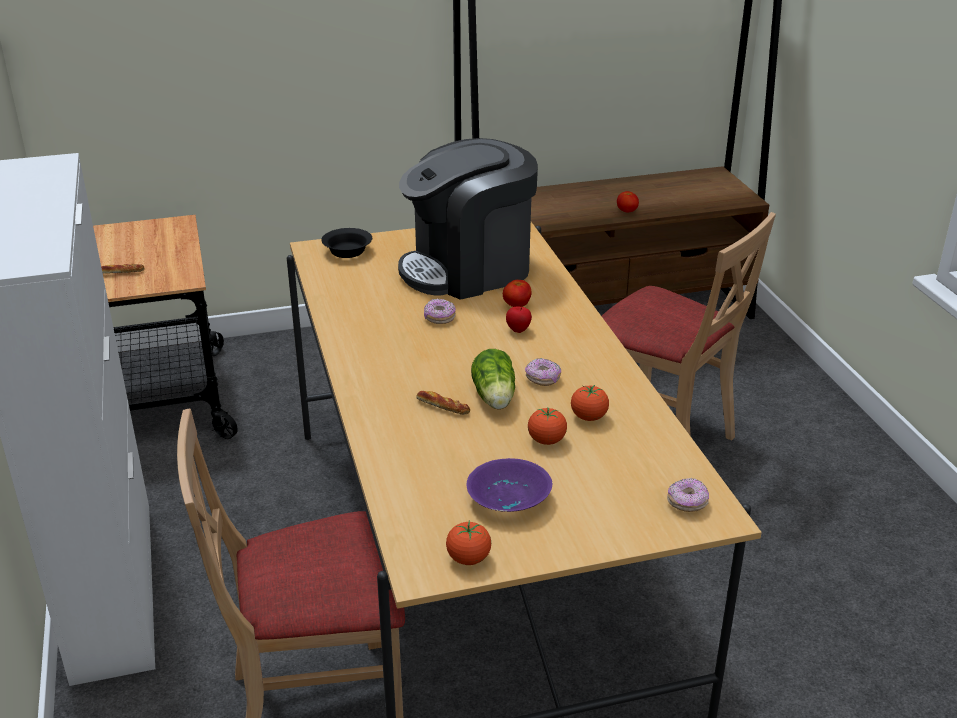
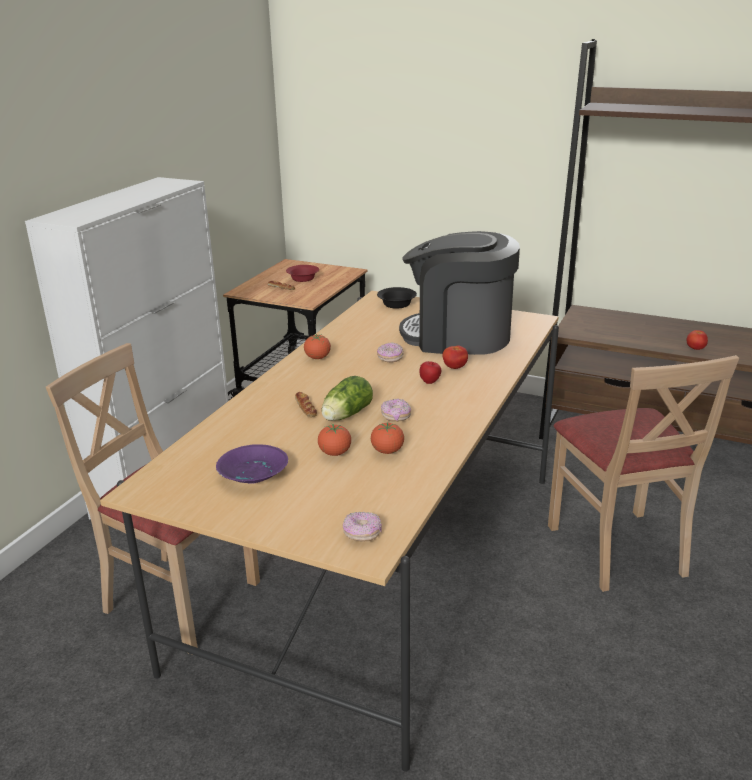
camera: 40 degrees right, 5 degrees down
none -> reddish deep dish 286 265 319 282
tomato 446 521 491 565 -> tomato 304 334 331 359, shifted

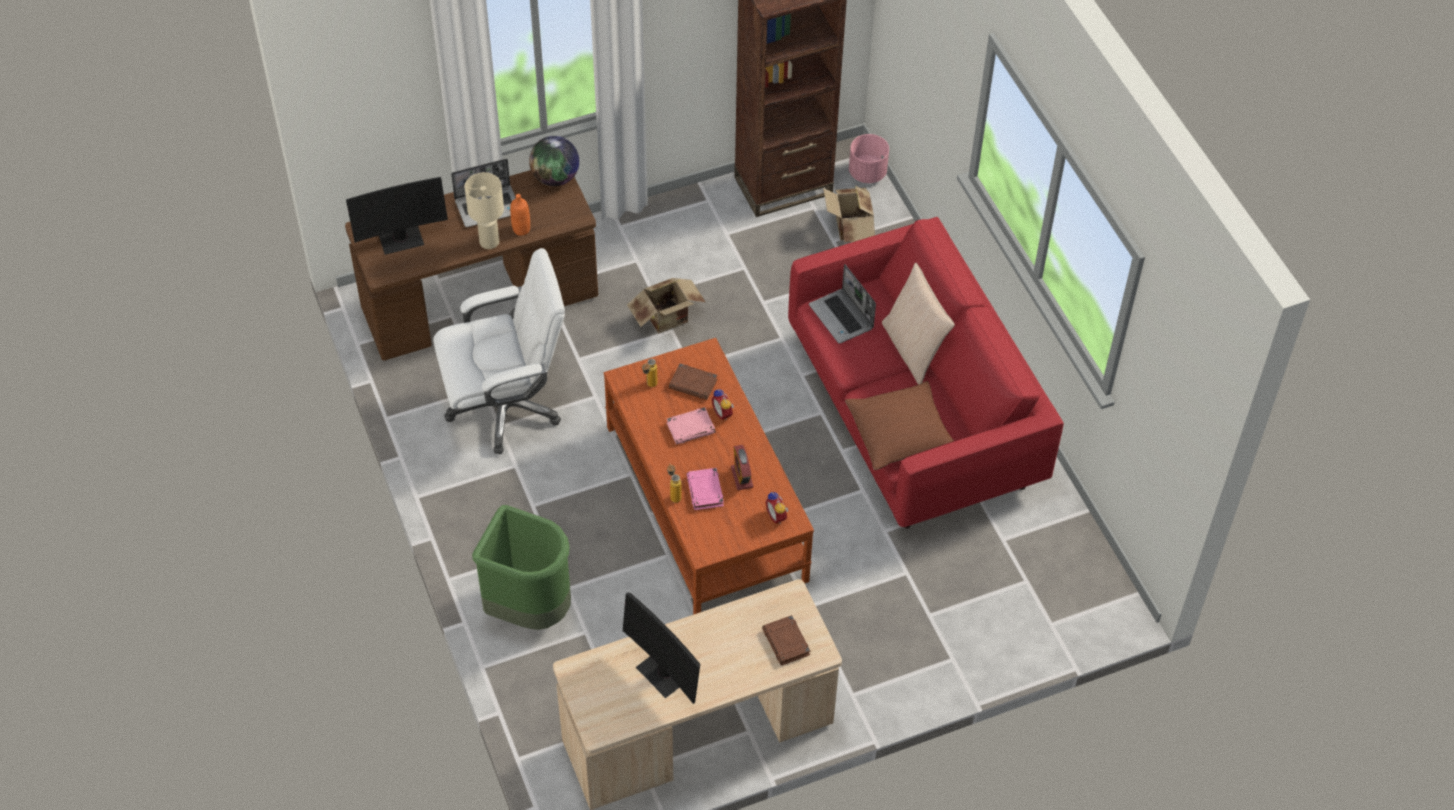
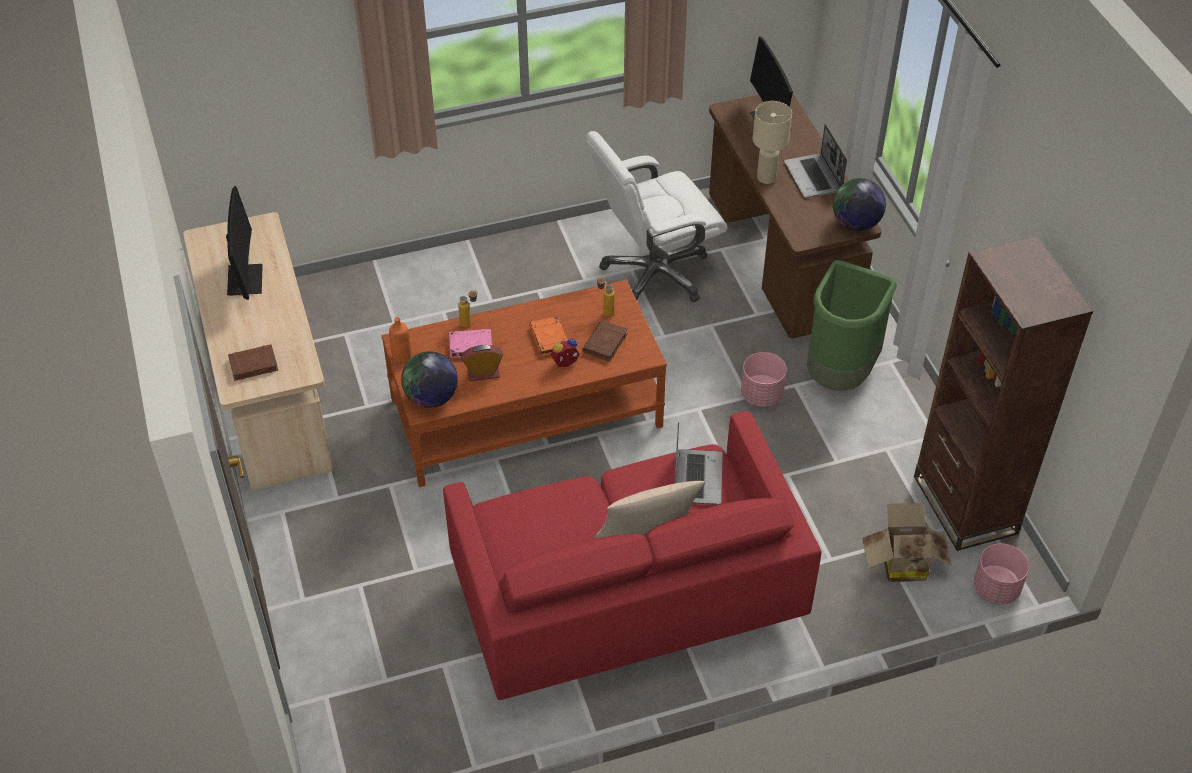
camera: 95 degrees right, 5 degrees down
brown-coloured throw pillow 845 381 954 470 -> none
green-coloured rubbish bin 472 505 571 630 -> green-coloured rubbish bin 807 260 897 390, shifted
orangey beverage bottle 510 194 530 236 -> orangey beverage bottle 389 317 411 363, shifted
cardboard box 627 278 705 333 -> pink-coloured flower pot 741 352 787 407
bedside clock 765 492 789 524 -> world globe 401 351 458 408
pink-coloured bound book 666 407 716 445 -> orangey bound book 529 316 568 356
white-coloured office chair 433 248 565 454 -> white-coloured office chair 586 131 727 302, 75 degrees clockwise
computer screen 623 593 700 704 -> computer screen 226 186 263 300, 120 degrees clockwise
laptop 809 264 876 344 -> laptop 675 422 723 505, 120 degrees clockwise

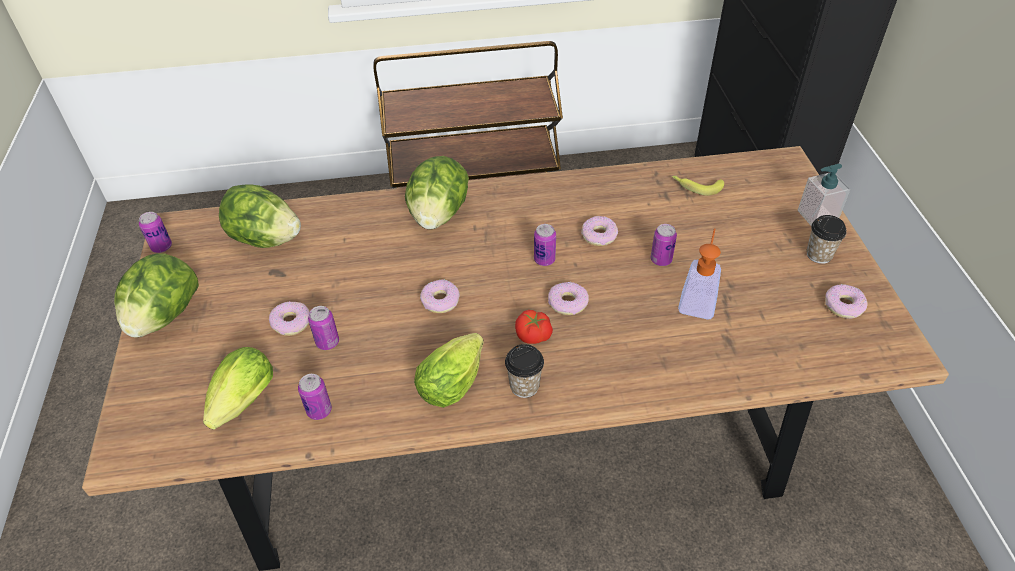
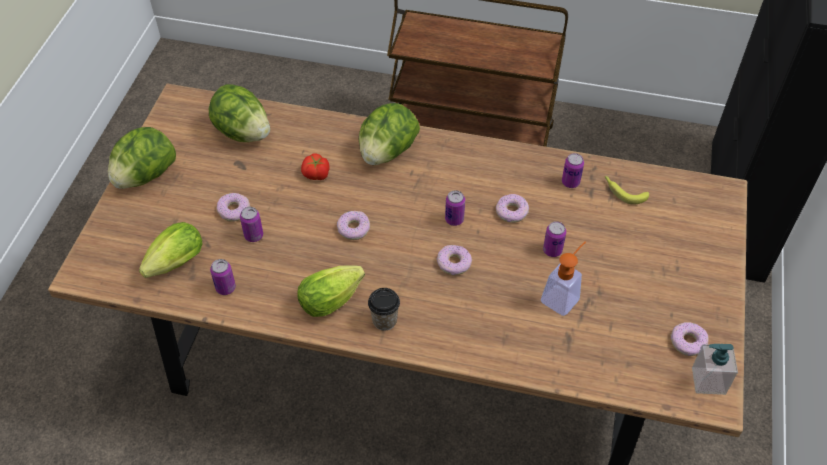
camera: 20 degrees right, 5 degrees up
drinking cup 806 215 846 264 -> none
sealed can 139 212 172 253 -> sealed can 562 153 584 188, shifted
tomato 515 310 553 344 -> tomato 301 154 330 180, shifted
soap dispenser 798 164 850 225 -> soap dispenser 692 344 738 395, shifted

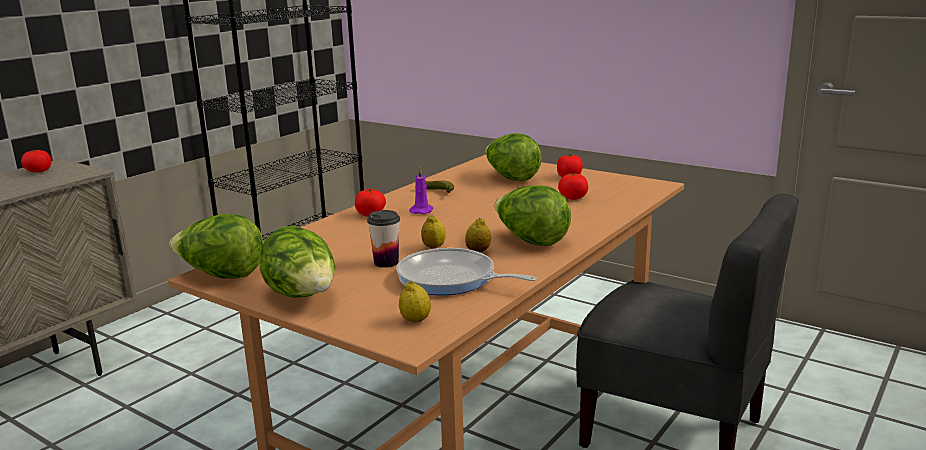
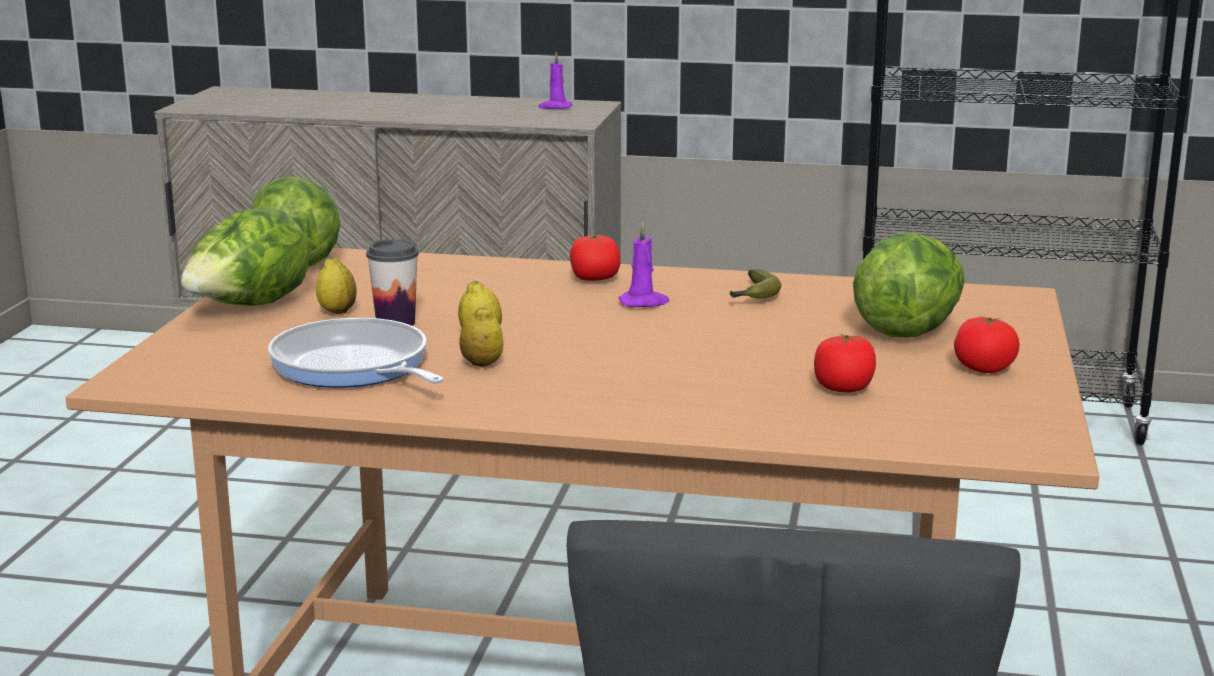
camera: 65 degrees right, 0 degrees up
lettuce 495 185 571 246 -> none
citrus fruit 399 282 431 322 -> citrus fruit 316 257 357 314, shifted
tomato 21 150 52 173 -> purplish wax light 538 52 573 109
skillet 396 248 537 295 -> skillet 268 318 444 388, 45 degrees counterclockwise

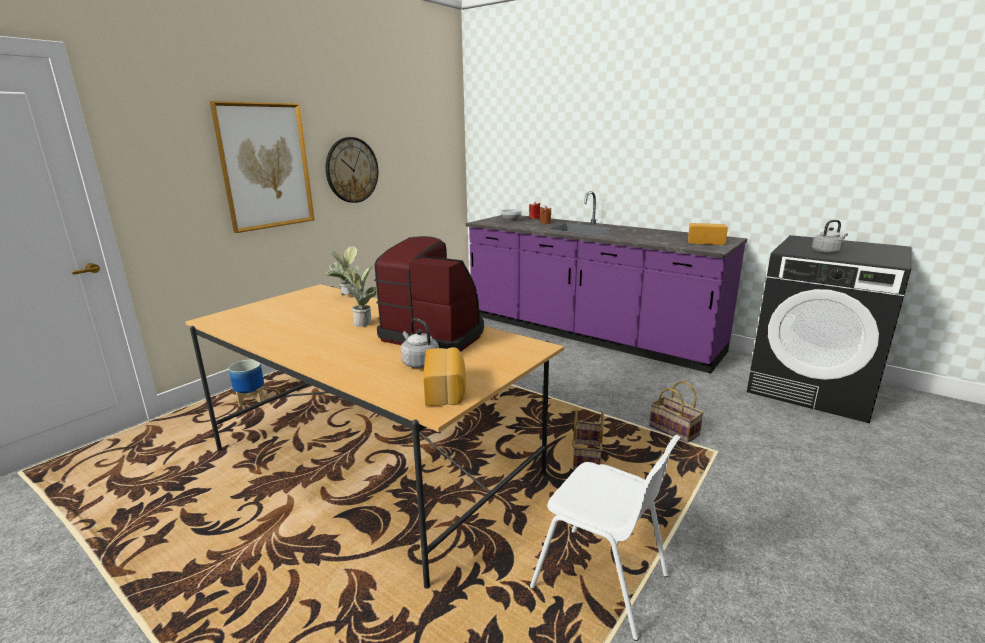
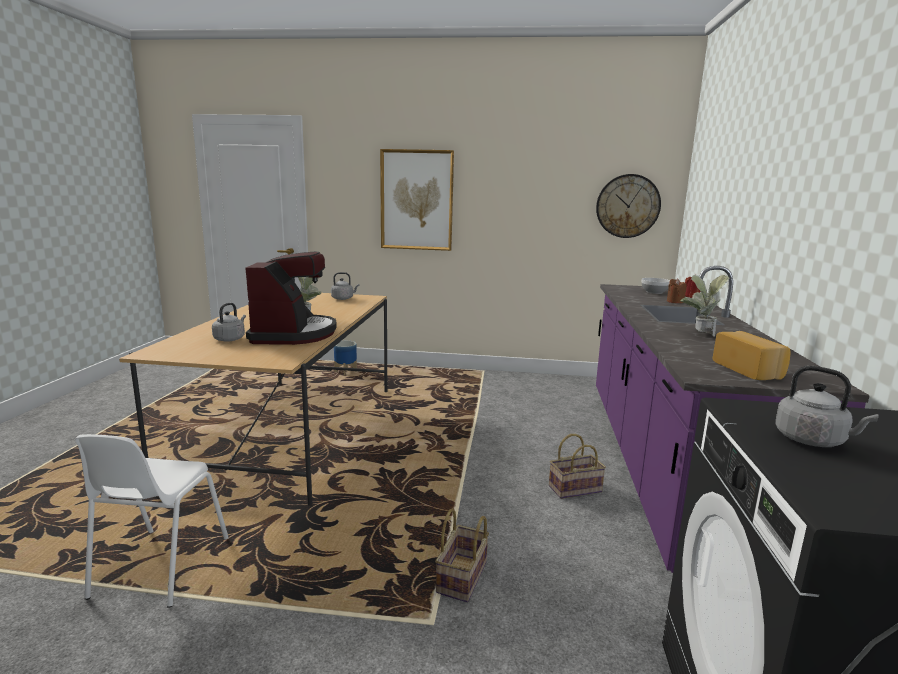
camera: 60 degrees right, 5 degrees down
bread 423 347 466 406 -> none
none -> gray tea kettle 331 272 359 300
wall clock 325 137 378 203 -> wall clock 596 174 661 238, shifted
potted plant 326 246 359 295 -> potted plant 681 275 730 337, shifted
basket 573 408 604 471 -> basket 549 434 606 499, shifted

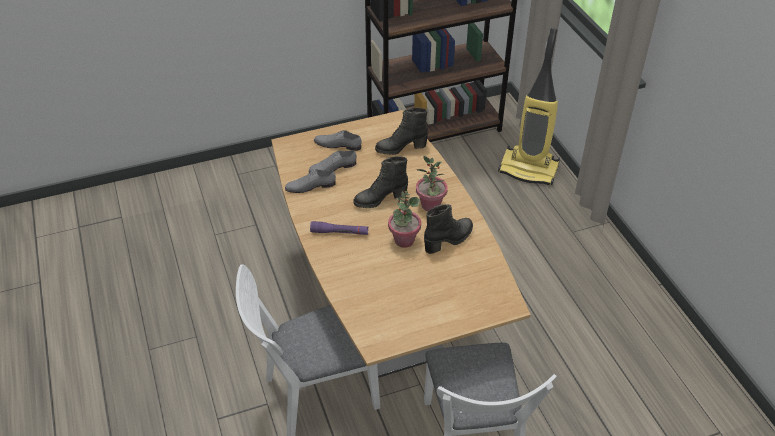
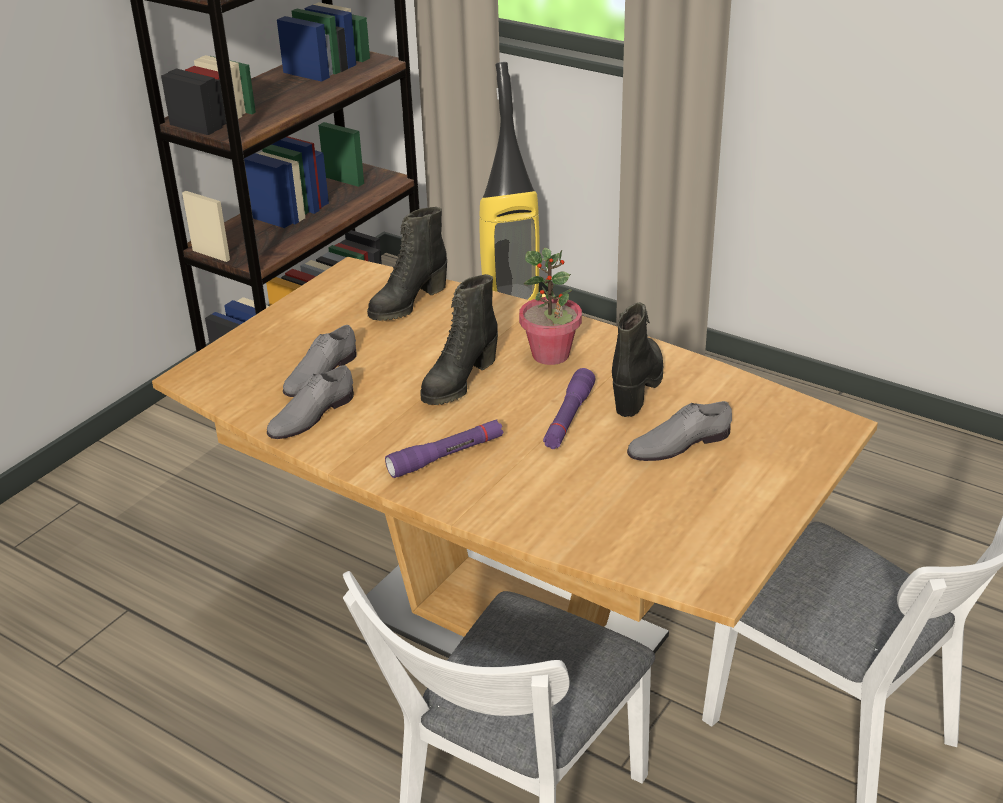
camera: 35 degrees left, 10 degrees down
gray item of footwear 314 130 362 151 -> gray item of footwear 627 401 732 461, shifted
potted plant 388 191 421 248 -> purplish flashlight 543 368 595 449

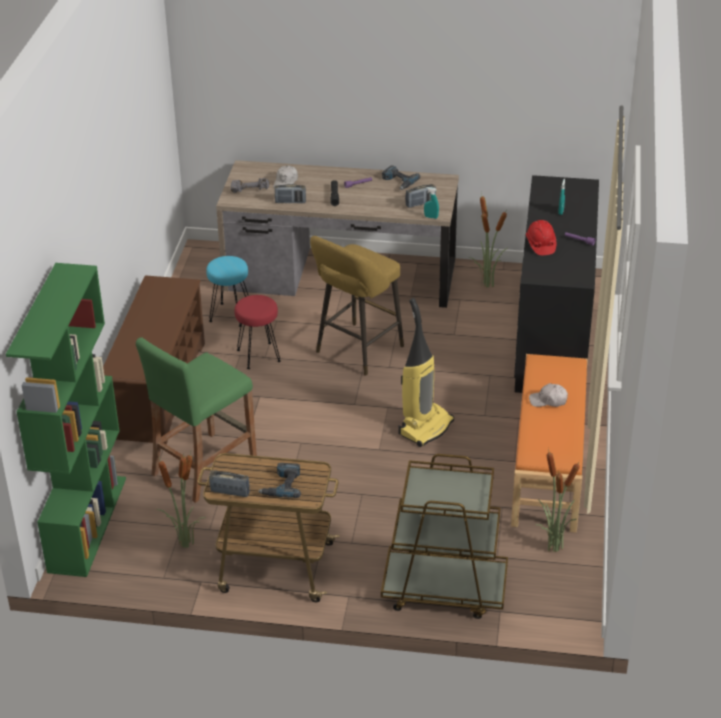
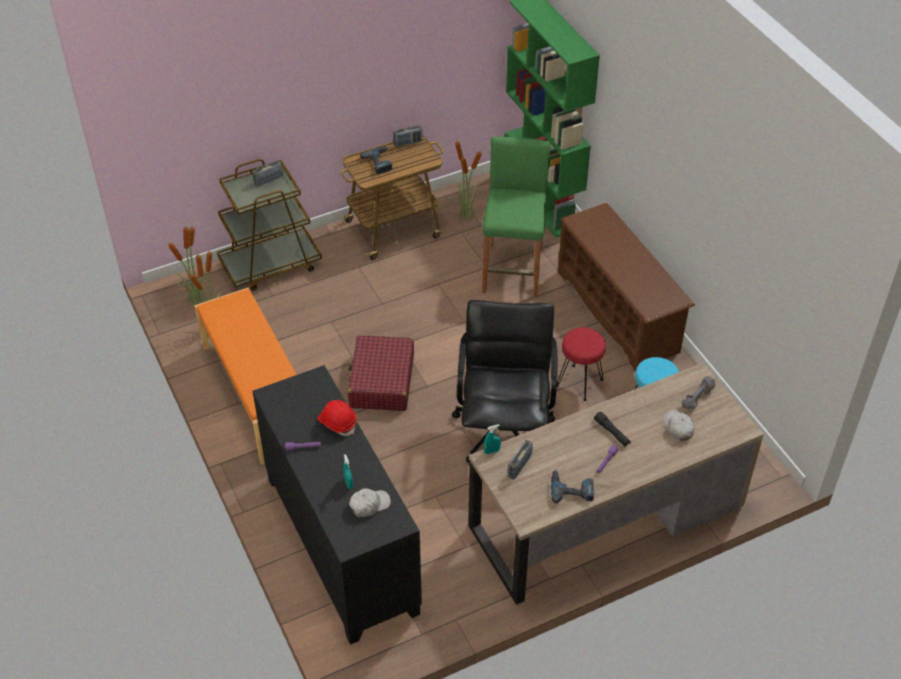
camera: 145 degrees right, 10 degrees up
radio receiver 275 184 306 204 -> radio receiver 252 160 283 187, shifted
potted plant 469 193 508 287 -> potted plant 168 225 206 304, shifted
white-coloured cap 529 383 568 407 -> white-coloured cap 349 488 391 517, shifted
yellow-coloured sitting stool 310 236 404 376 -> black office chair 452 300 558 463
vacuum cleaner 398 298 454 447 -> reddish travel case 348 335 414 411

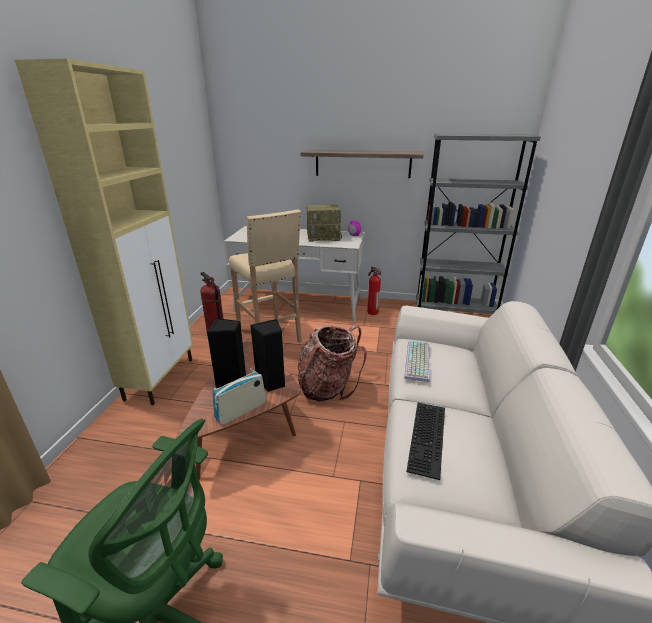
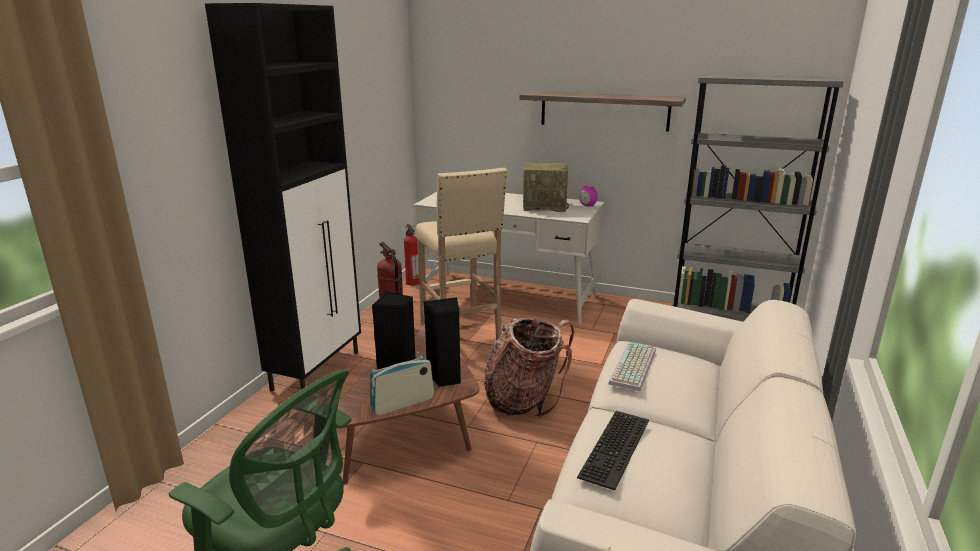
camera: 10 degrees right, 5 degrees down
extinguisher 367 266 381 315 -> extinguisher 404 224 419 285, shifted
beige-coloured storage cabinet 15 59 193 405 -> black storage cabinet 205 3 361 392

